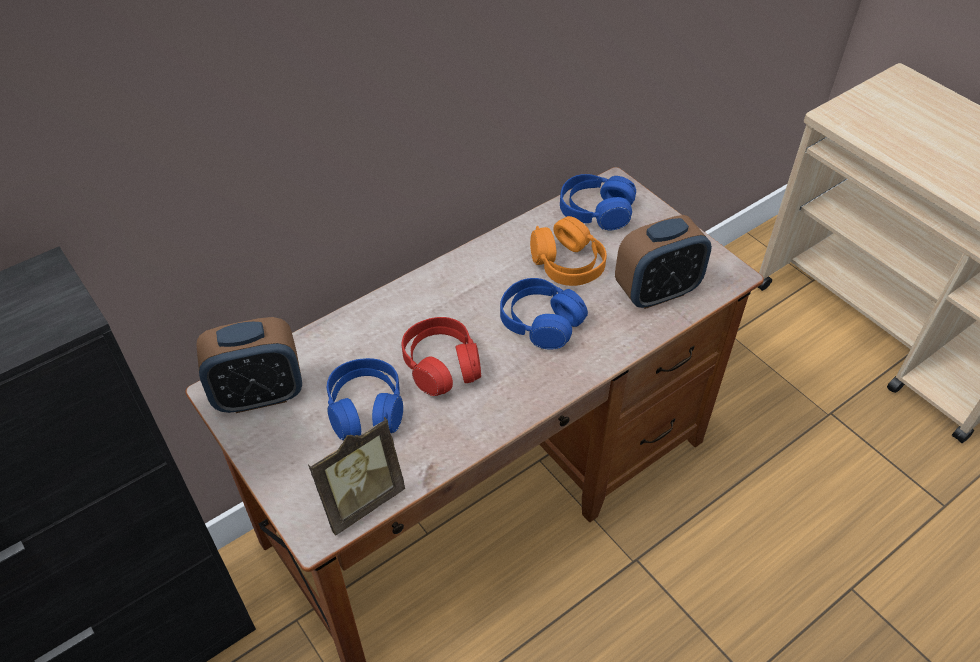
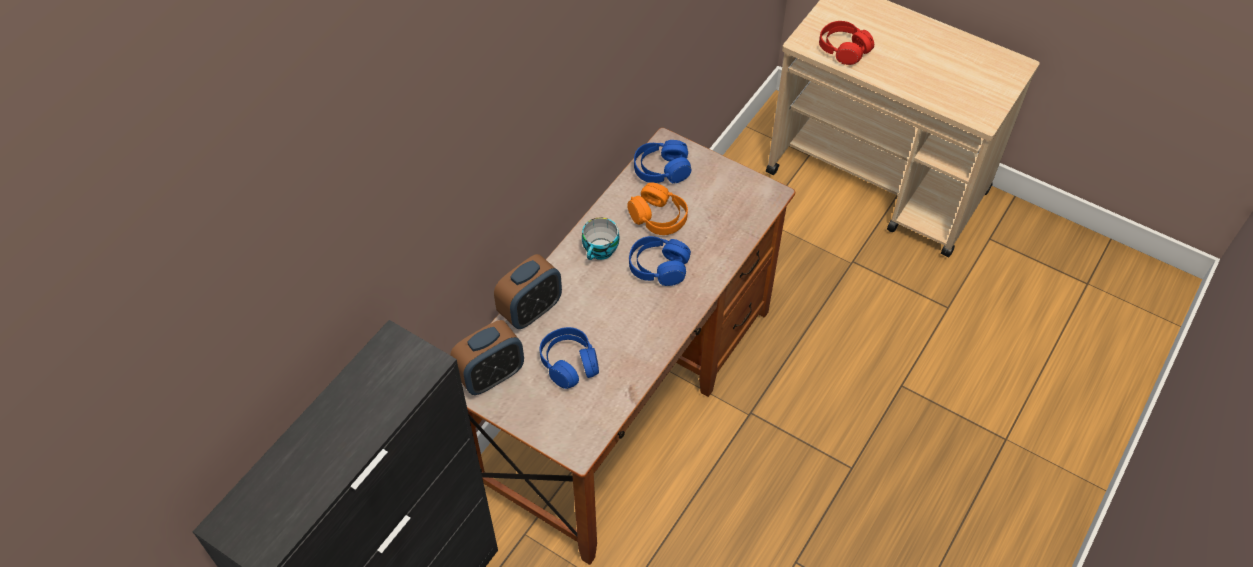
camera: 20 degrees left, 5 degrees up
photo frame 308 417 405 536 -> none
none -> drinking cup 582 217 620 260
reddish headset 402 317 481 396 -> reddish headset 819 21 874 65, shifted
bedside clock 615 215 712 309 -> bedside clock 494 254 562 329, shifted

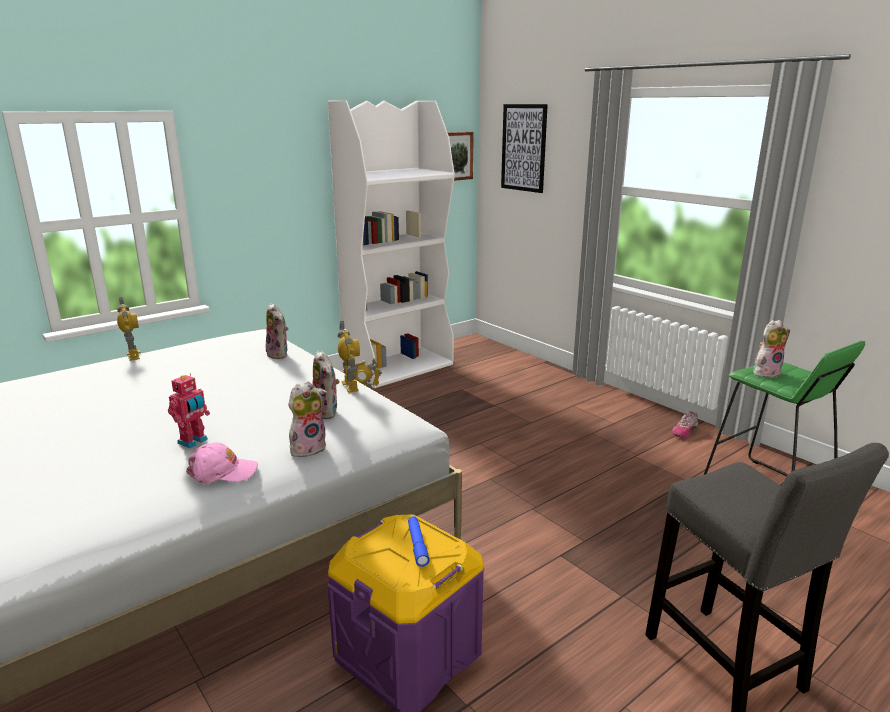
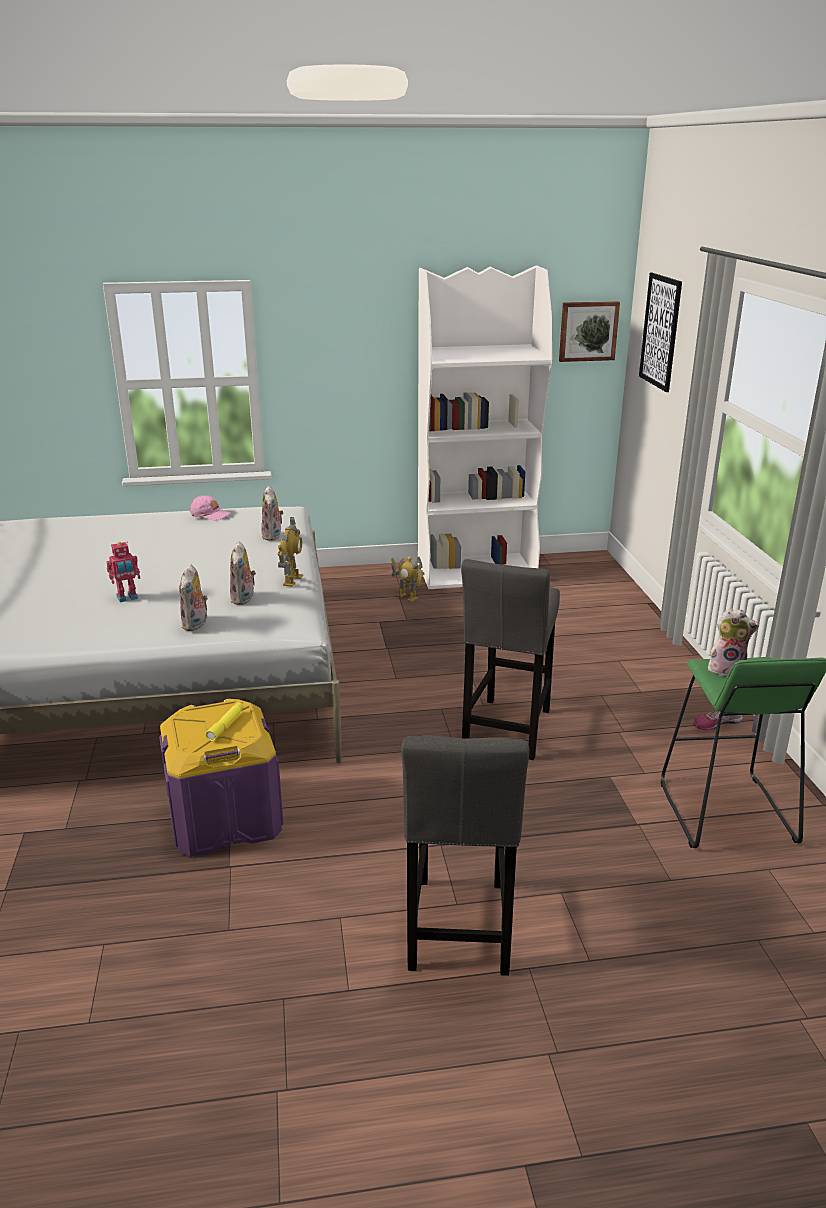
camera: 30 degrees right, 5 degrees up
model robot 117 297 141 361 -> none
none -> gray sitting stool 461 559 560 760
pink-coloured cap 186 442 258 484 -> pink-coloured cap 189 495 231 521, shifted
bluish flashlight 408 516 430 567 -> yellow-coloured flashlight 206 703 243 741
soft toy 288 382 328 457 -> soft toy 179 564 208 631, 105 degrees clockwise

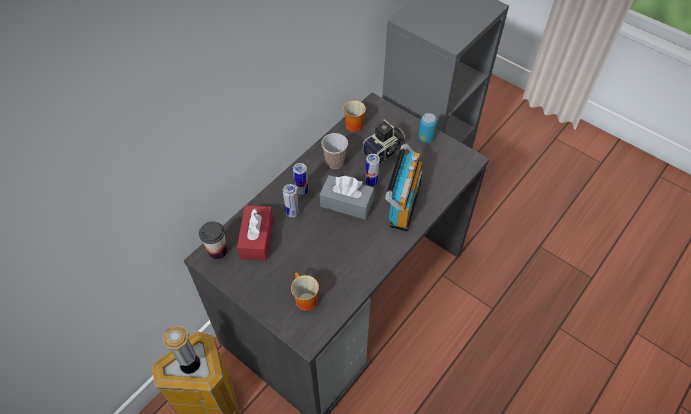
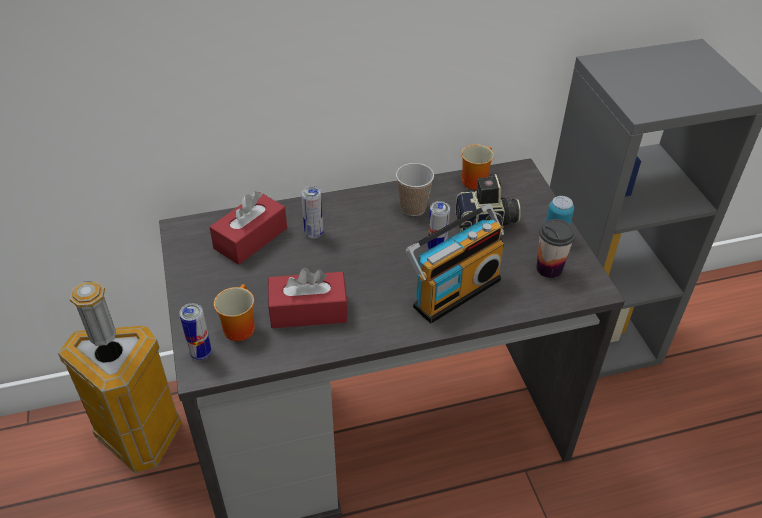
camera: 35 degrees right, 10 degrees down
gray box of tissues 320 175 374 219 -> none
none -> reddish box of tissues 268 268 348 328
drinking cup 199 222 227 260 -> drinking cup 537 219 575 278, shifted
sealed can 293 163 309 196 -> sealed can 179 303 212 360, shifted

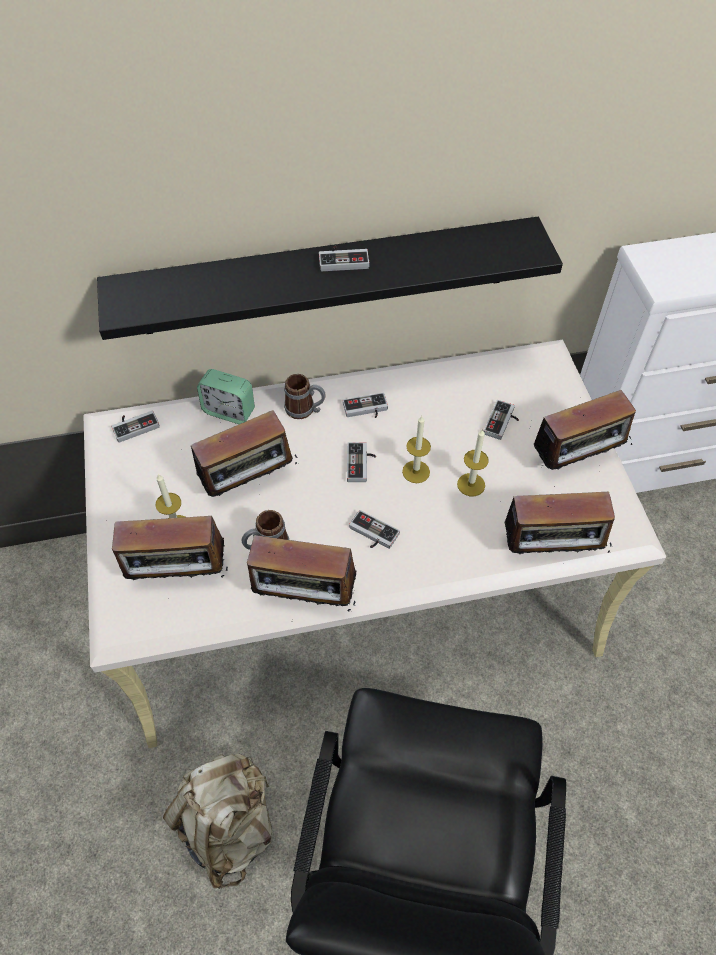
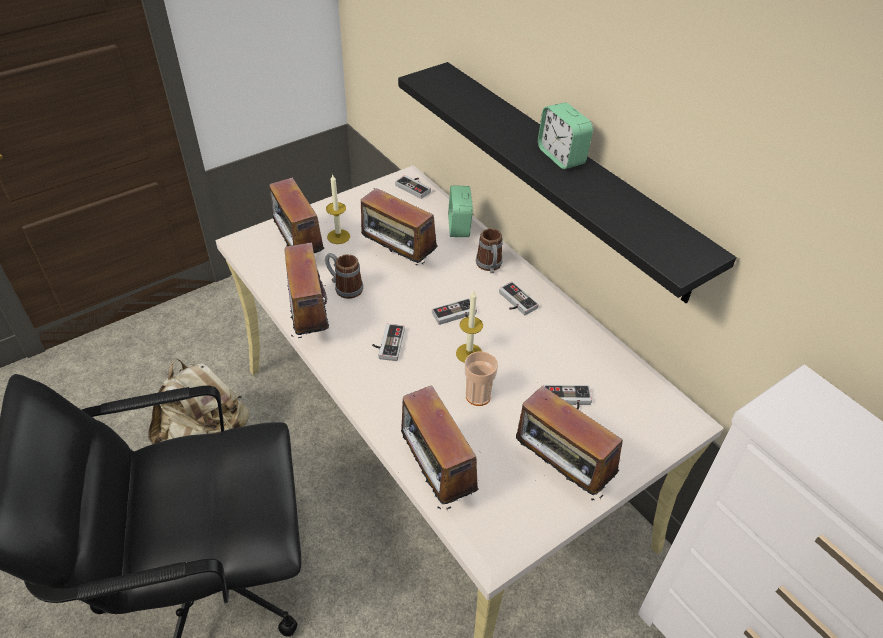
camera: 65 degrees right, 10 degrees down
gamepad 319 246 369 271 -> bedside clock 538 102 593 169
wax light 457 429 489 496 -> drinking cup 465 351 498 406

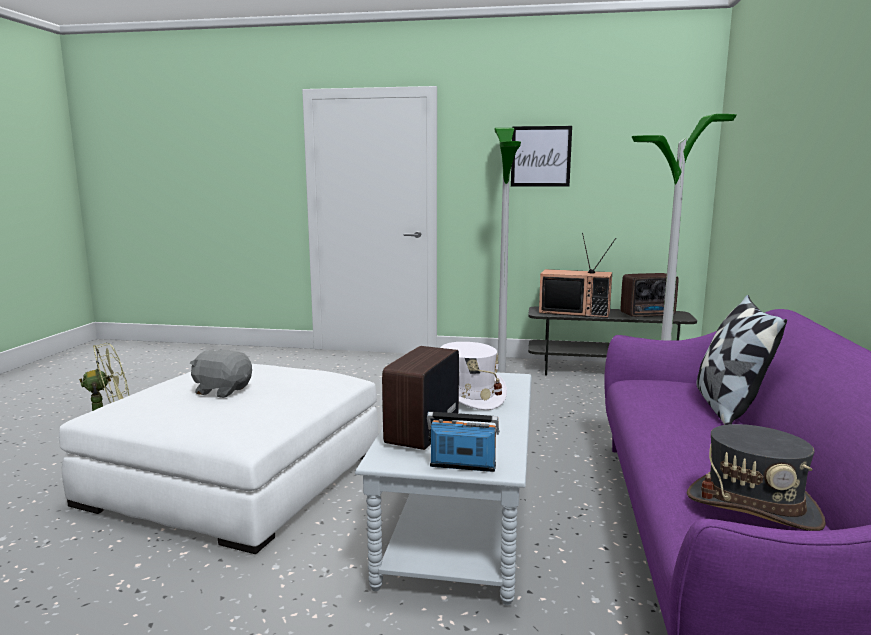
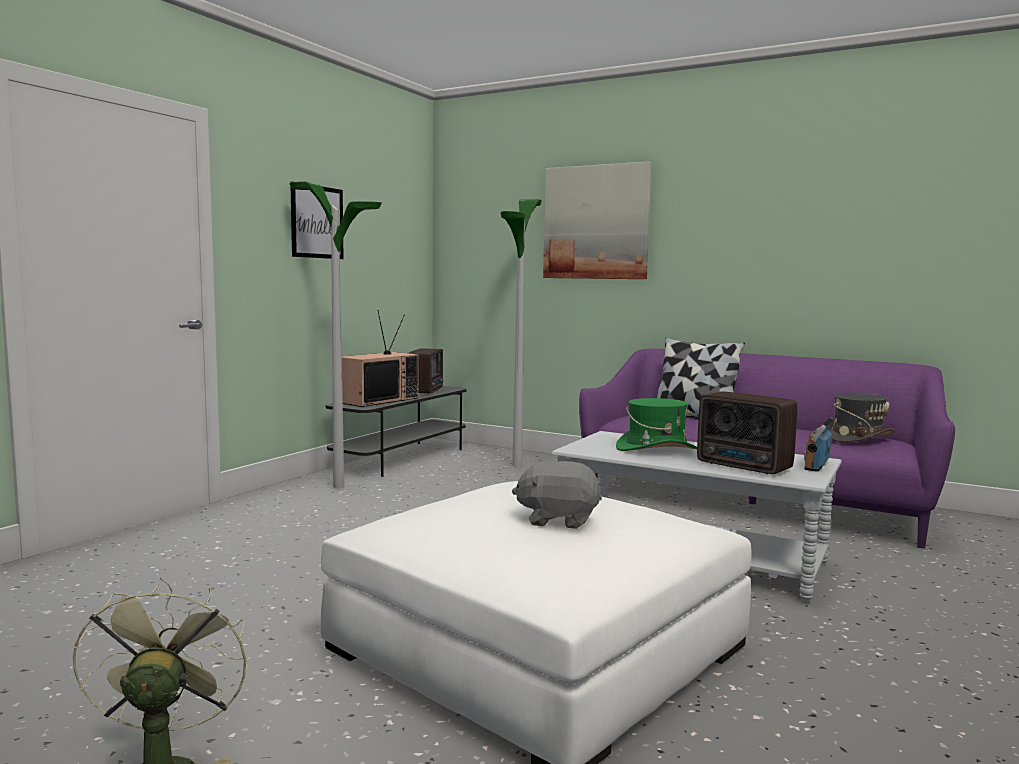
camera: 70 degrees left, 5 degrees down
none -> picture 543 161 652 279
white-coloured clothing hat 440 342 507 410 -> green-coloured clothing hat 616 398 697 451
gray soft toy 190 349 252 398 -> gray soft toy 512 461 602 529, 60 degrees clockwise

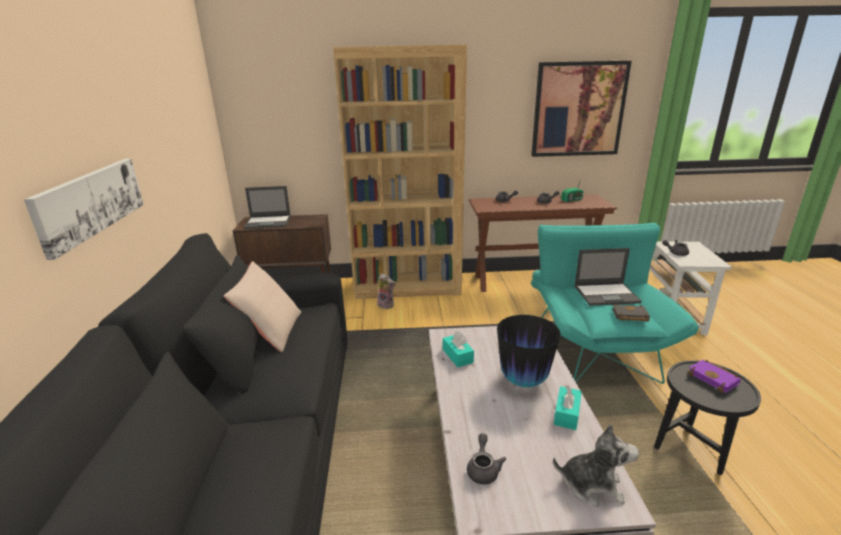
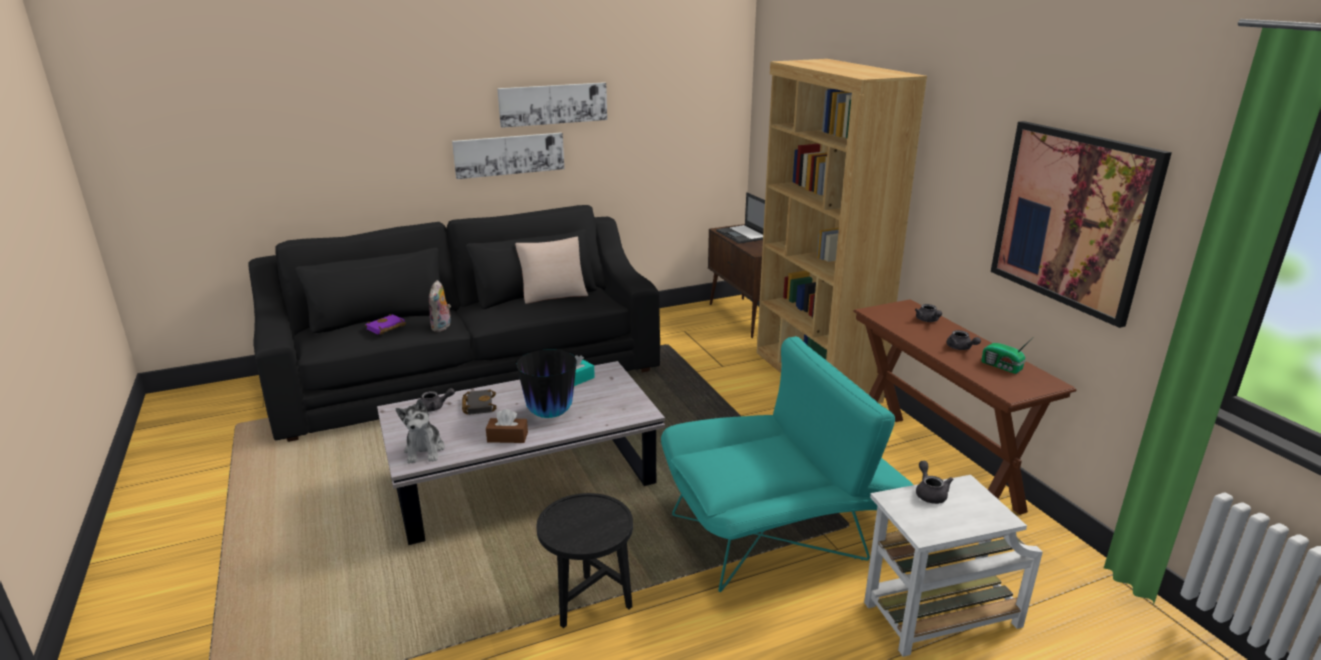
camera: 70 degrees right, 0 degrees up
laptop 574 248 642 306 -> none
none -> picture 497 82 607 128
soft toy 377 274 395 309 -> soft toy 429 280 451 332, shifted
black bound book 612 304 650 322 -> black bound book 462 389 496 415, shifted
purplish bound book 688 360 741 393 -> purplish bound book 365 314 406 335, shifted
blue-green box of tissues 554 385 582 430 -> brown-coloured box of tissues 486 409 528 443

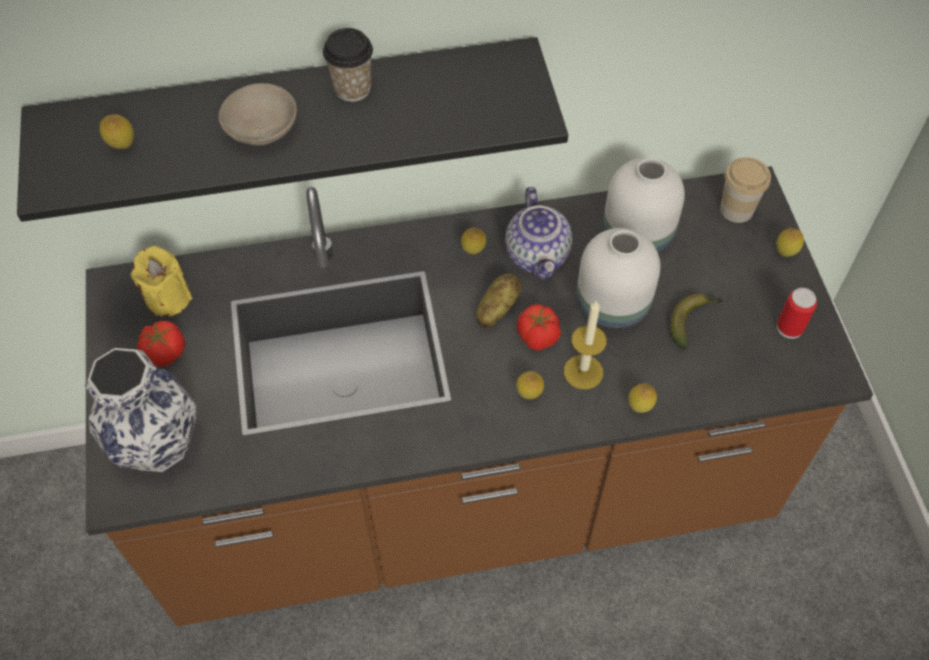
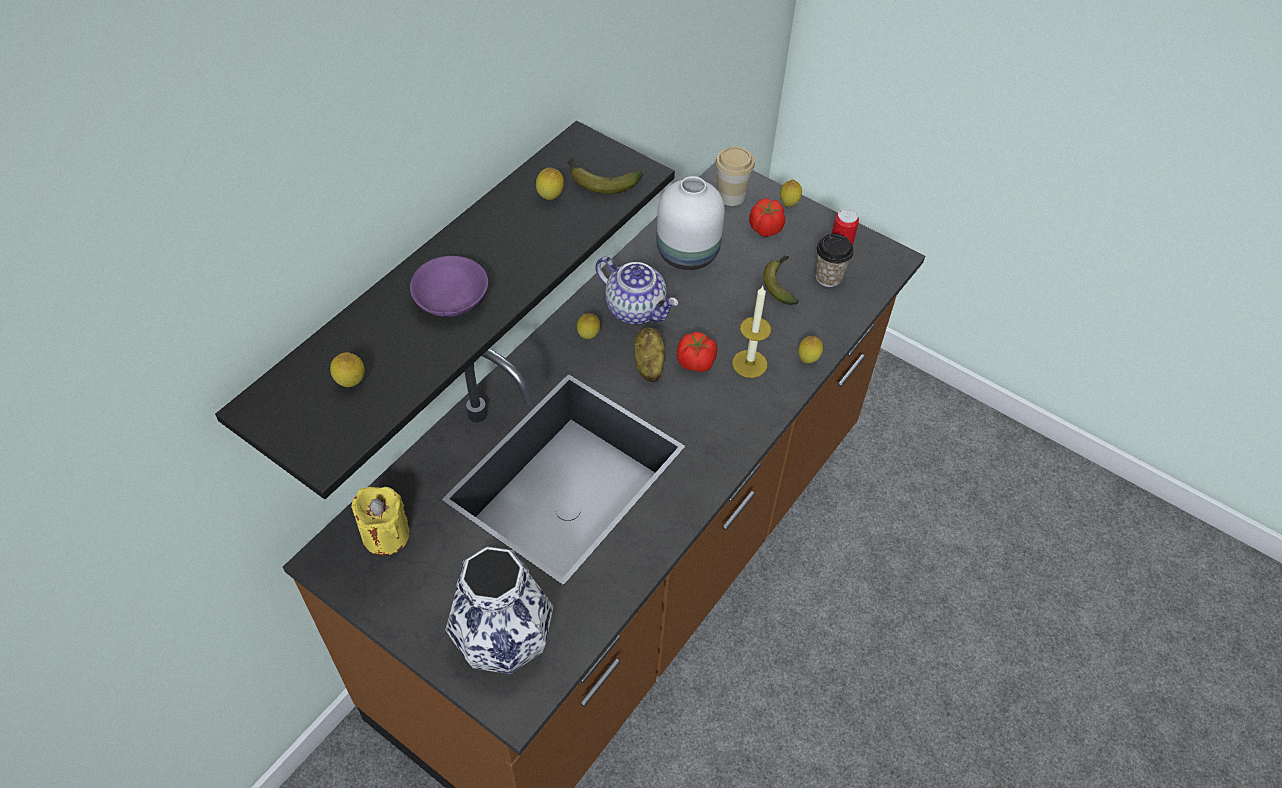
camera: 45 degrees left, 5 degrees down
white-coloured vase 577 228 660 330 -> none
none -> whole banana 568 158 643 194
tomato 137 321 185 367 -> tomato 749 198 785 237, shifted
drinking cup 323 28 373 102 -> drinking cup 815 234 854 287, shifted
citrus fruit 516 371 544 399 -> citrus fruit 536 168 564 200, shifted
beige-coloured deep dish 218 83 297 145 -> purplish deep dish 410 256 488 316

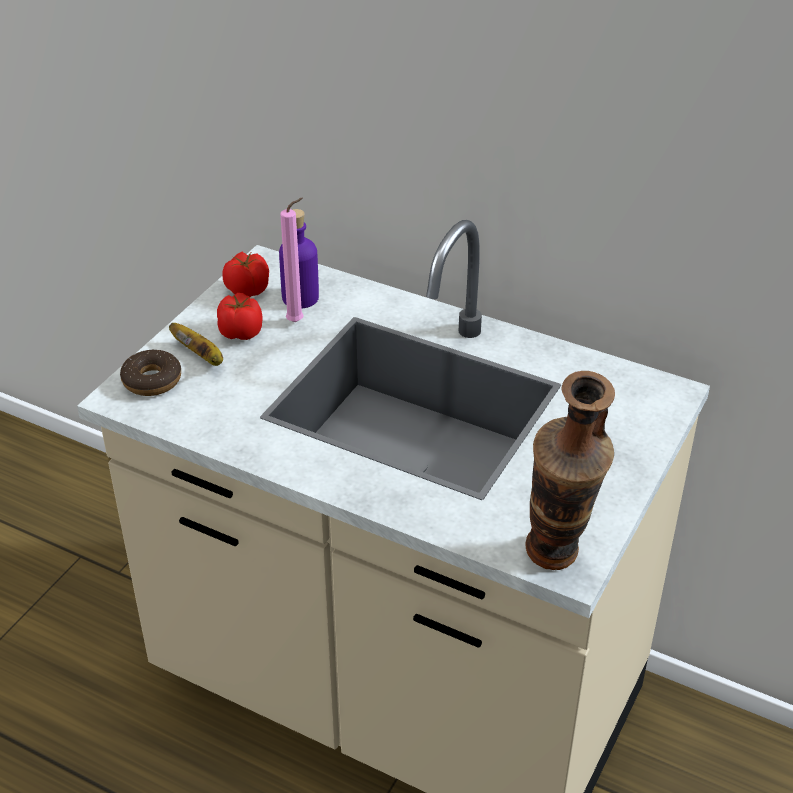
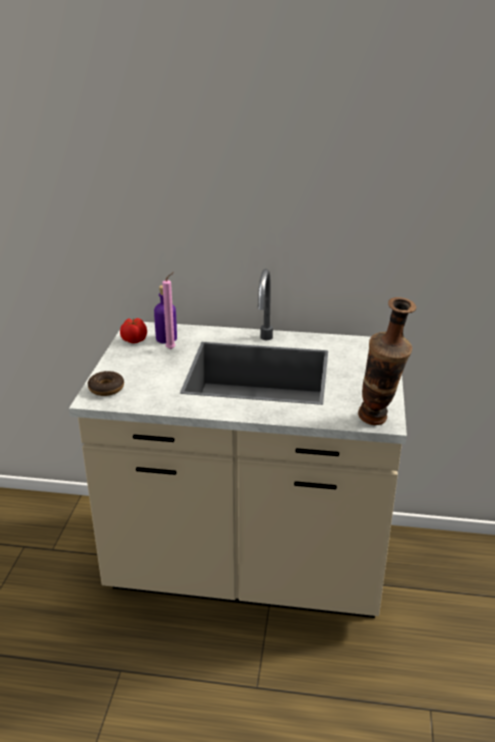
camera: 20 degrees left, 10 degrees down
whole banana 169 323 223 366 -> none
tomato 217 293 263 340 -> none

